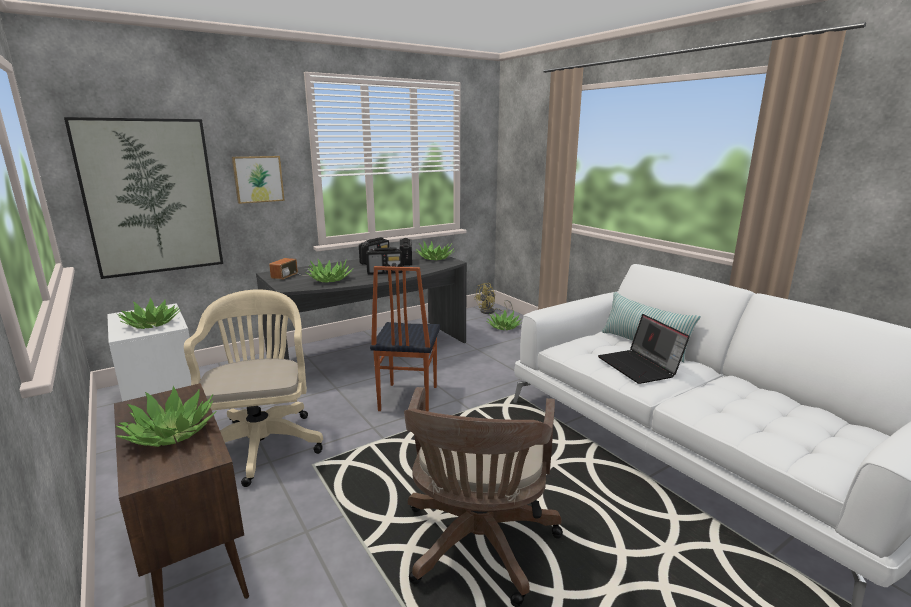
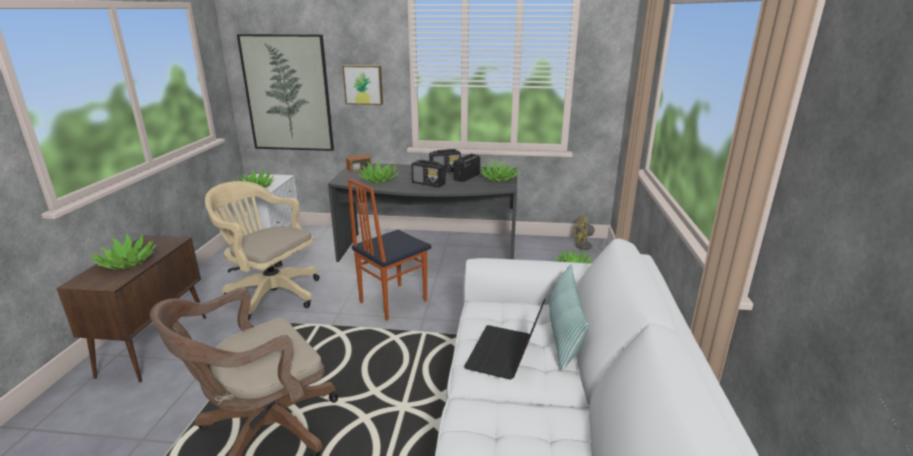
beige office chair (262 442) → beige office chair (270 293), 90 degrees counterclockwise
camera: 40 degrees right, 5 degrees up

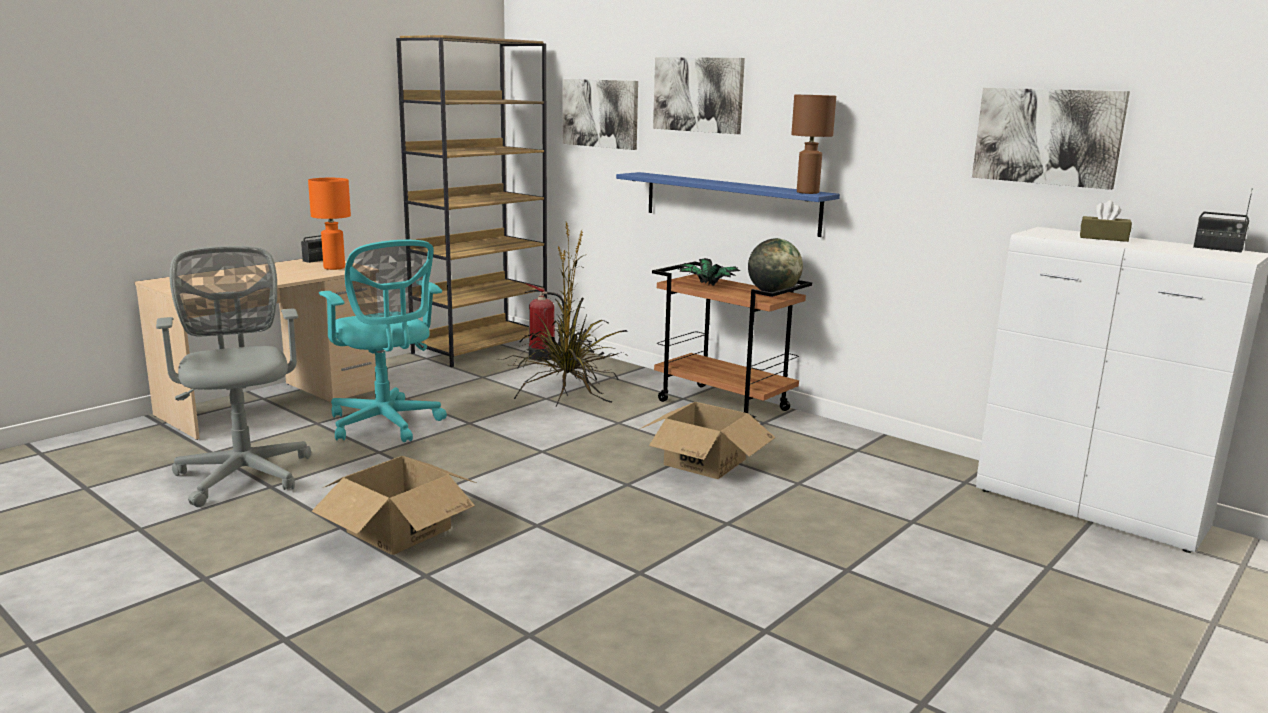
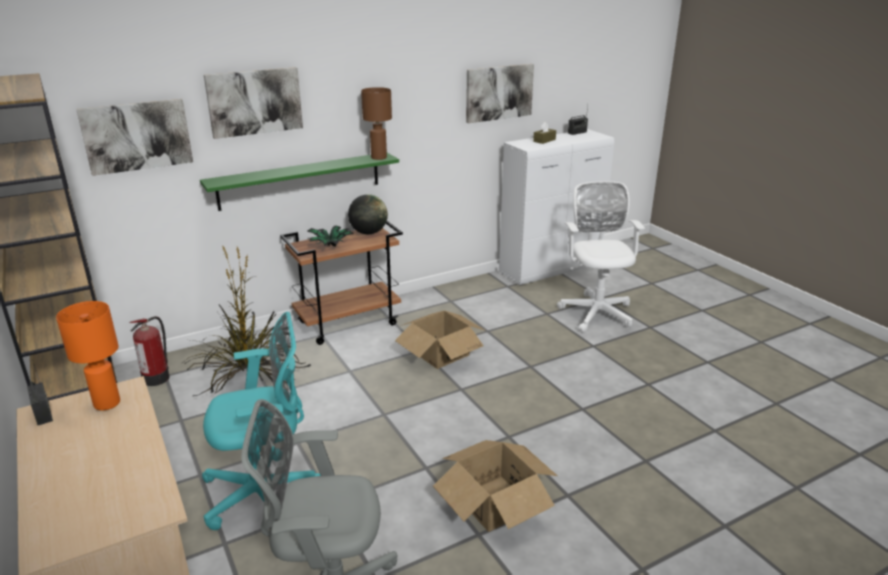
blue shelf (730 203) → green shelf (300 181)
- → white office chair (596 311)
camera: 70 degrees left, 10 degrees up

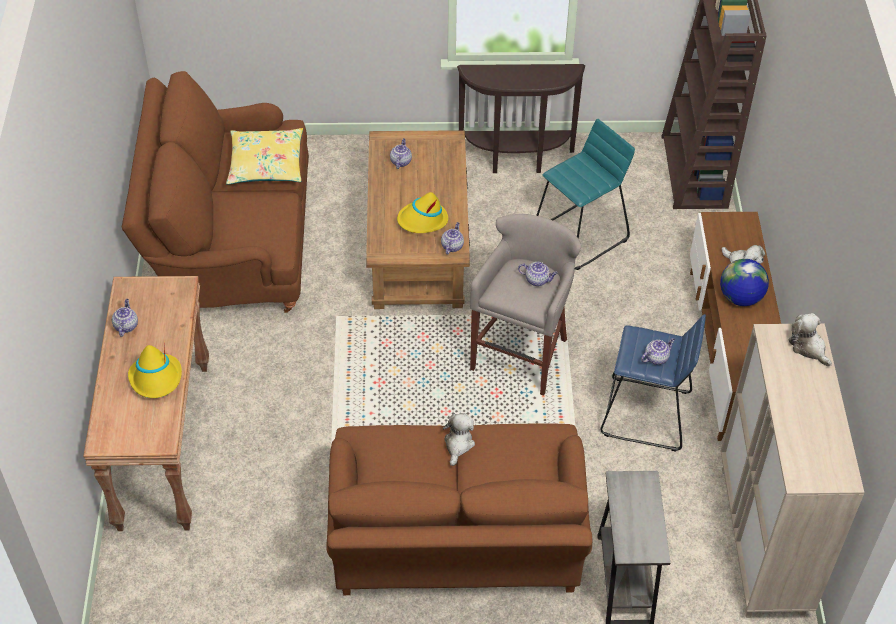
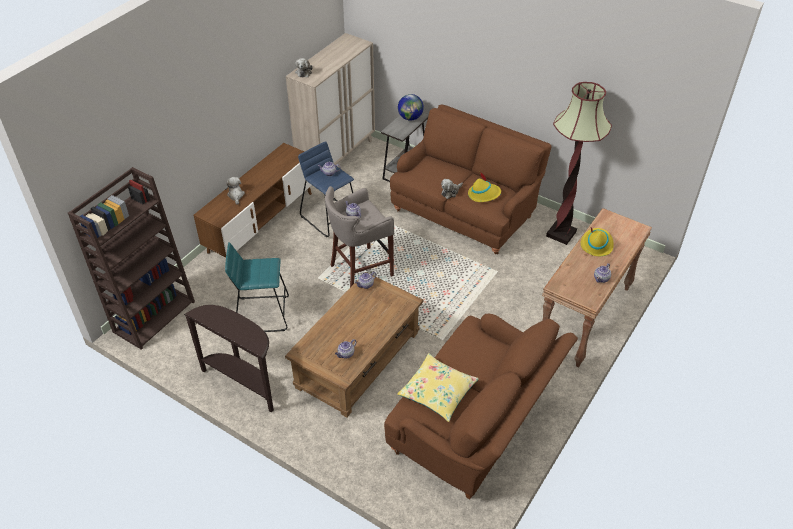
yellow hat (422 220) → yellow hat (484 194), relocated
globe (740 298) → globe (410 118), relocated
- → floor lamp (561 234)
camera: 145 degrees left, 5 degrees down

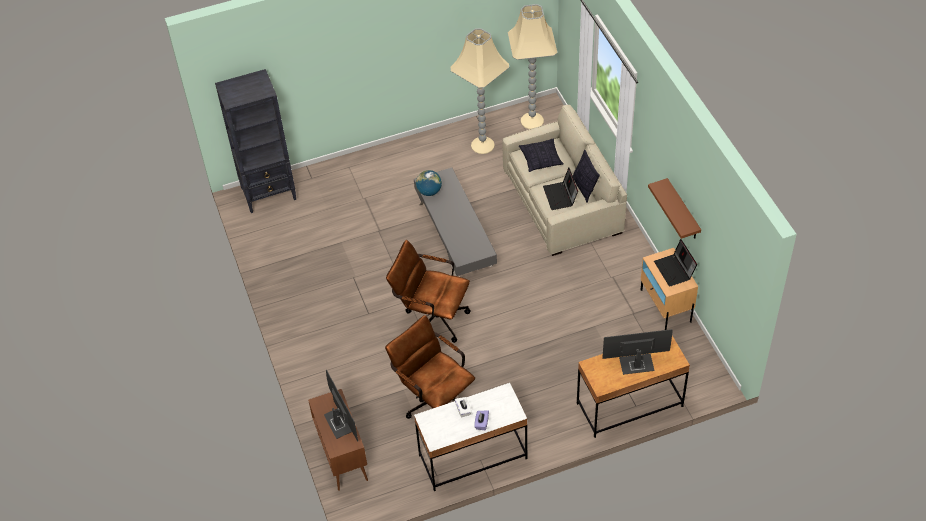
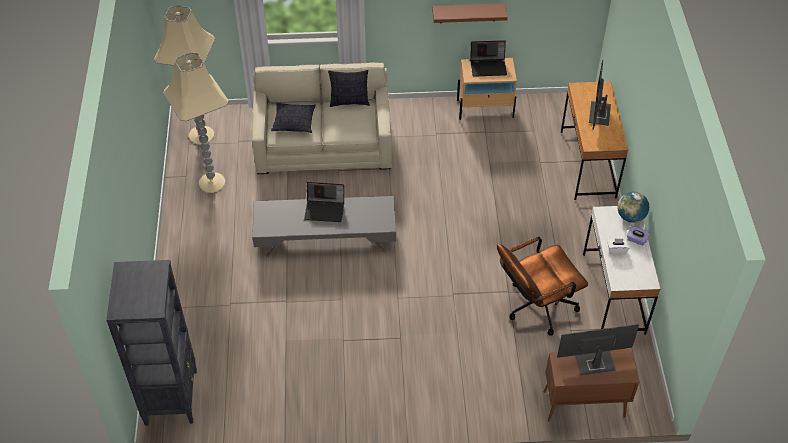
brown office chair (431 318) → -
globe (429 191) → globe (630 217), relocated
laptop (560 196) → laptop (325 209), relocated
camera: 75 degrees left, 0 degrees up

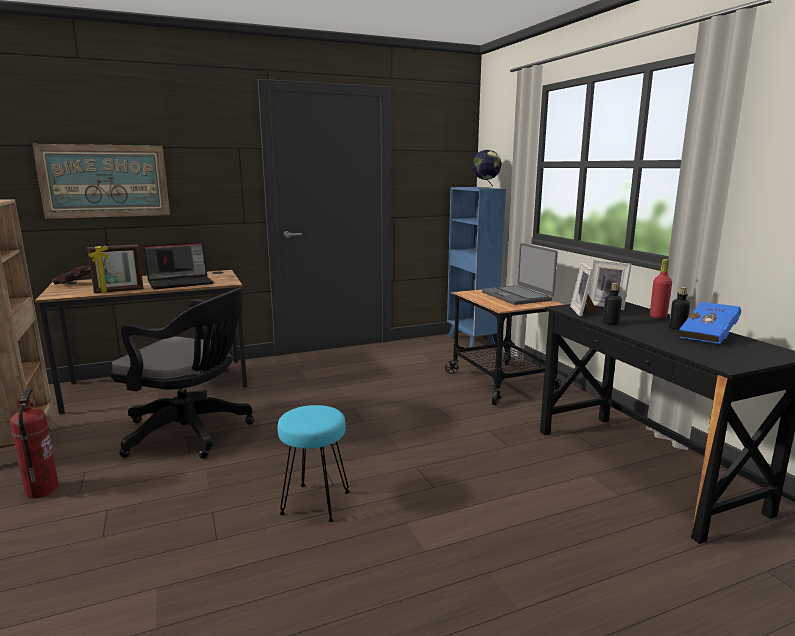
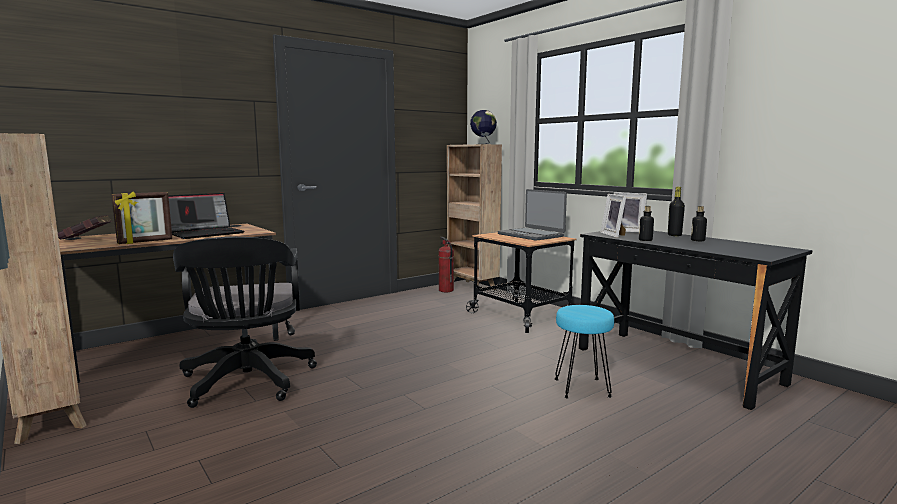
fire extinguisher (41 490) → fire extinguisher (445 290), relocated
picture (105 181) → -
black office chair (192 433) → black office chair (247 383), 75 degrees clockwise
turquoise stool (315 502) → turquoise stool (581 388), relocated
blue bookcase (471 341) → brown bookcase (472 287)
red bottle (658 317) → black bottle (674 235)
blue book (709 336) → -
camera: 15 degrees left, 5 degrees down

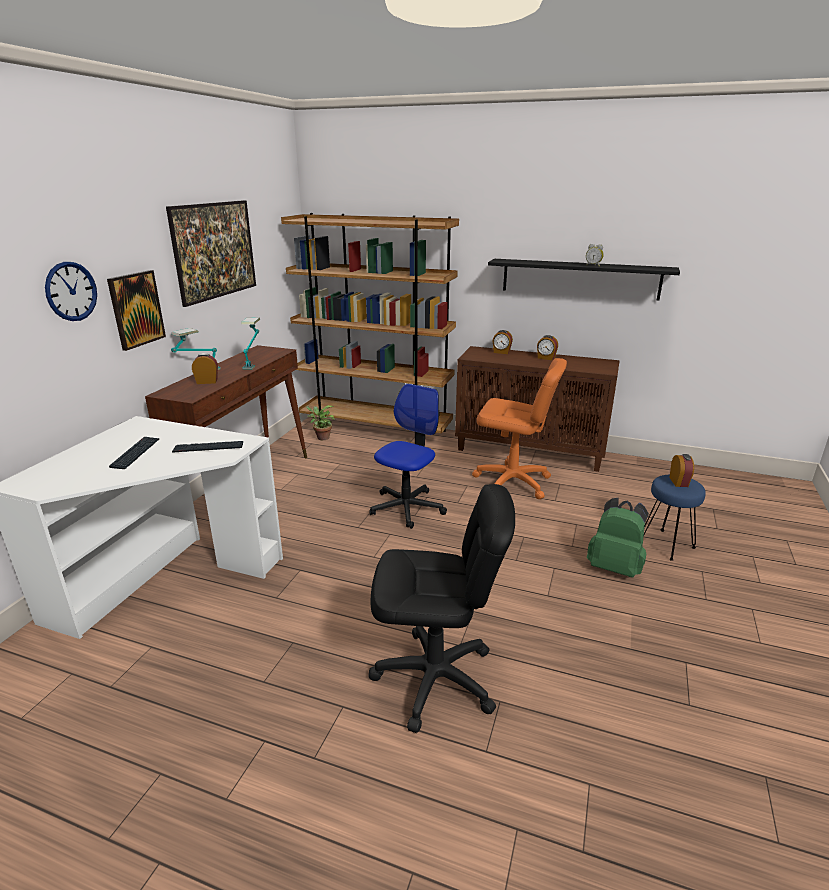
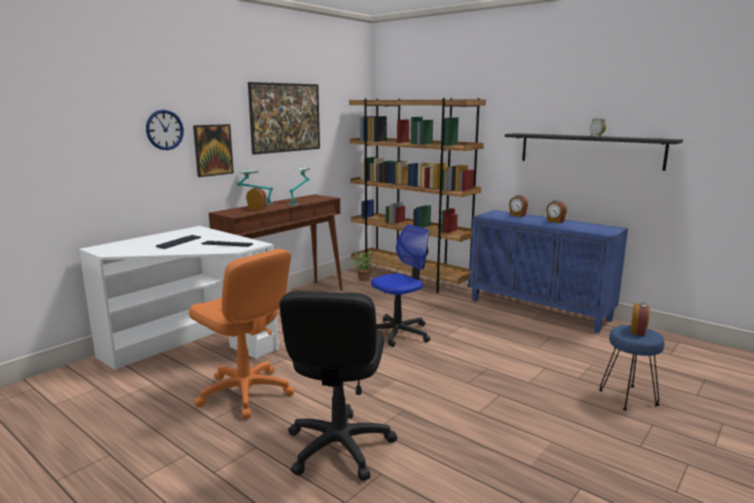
black office chair (435 679) → black office chair (338 447), 75 degrees clockwise
brown cabinet (530 451) → blue cabinet (540 310)
orange office chair (512 482) → orange office chair (245 393), relocated
green backpack (614 567) → -
camera: 20 degrees right, 10 degrees down

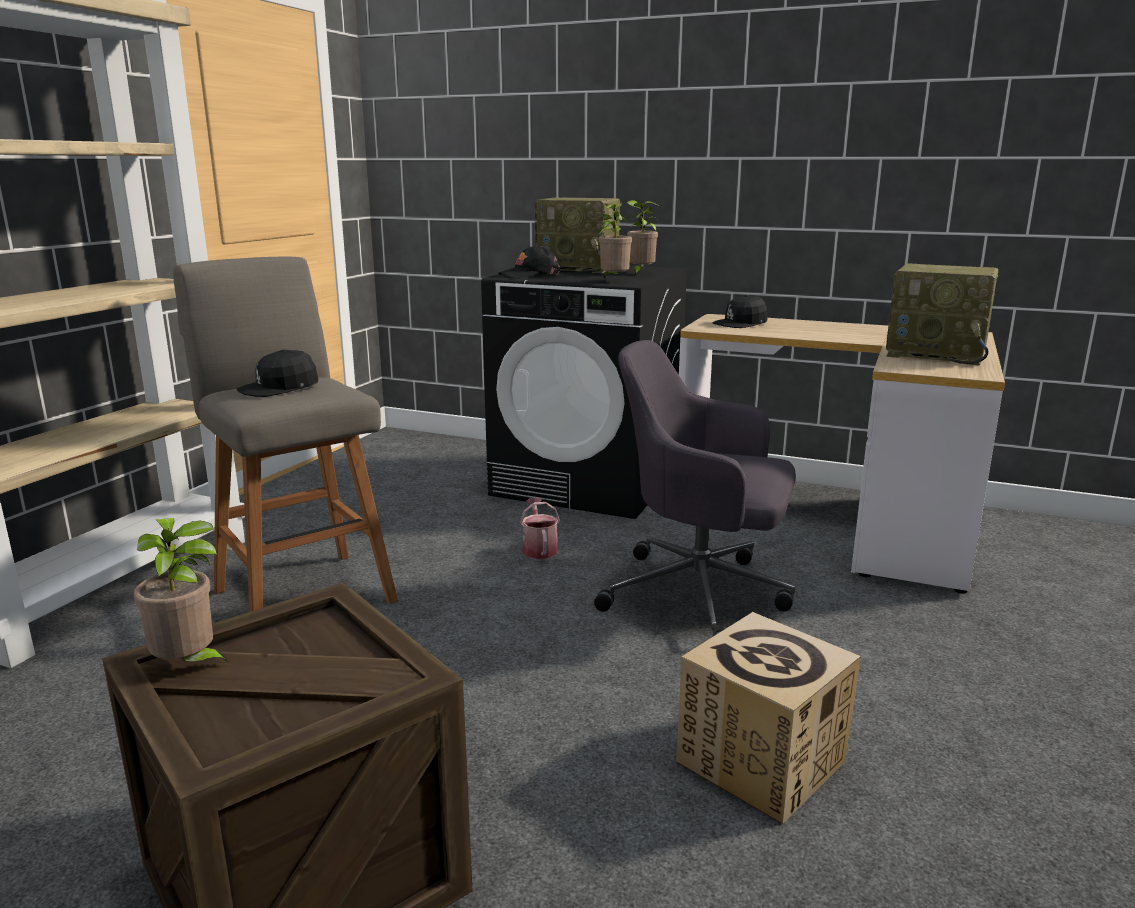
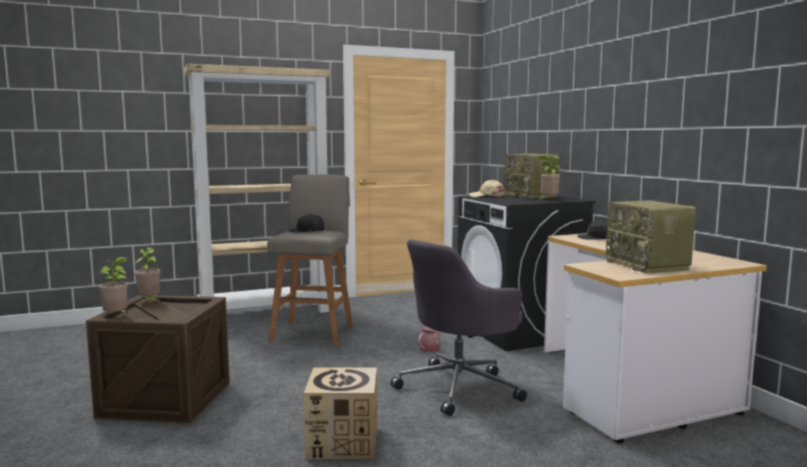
black cap (530 275) → beige cap (487 196)
grey office chair (701 596) → grey office chair (460 387), 105 degrees counterclockwise
potted plant (613 281) → potted plant (117 317), relocated
camera: 45 degrees right, 10 degrees down

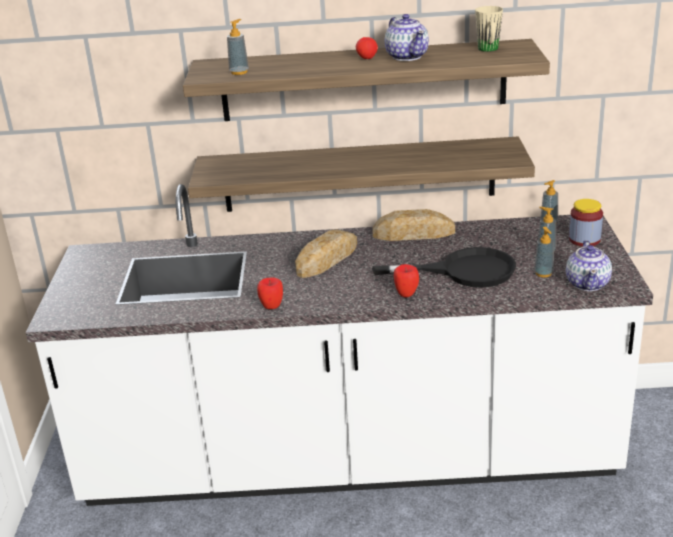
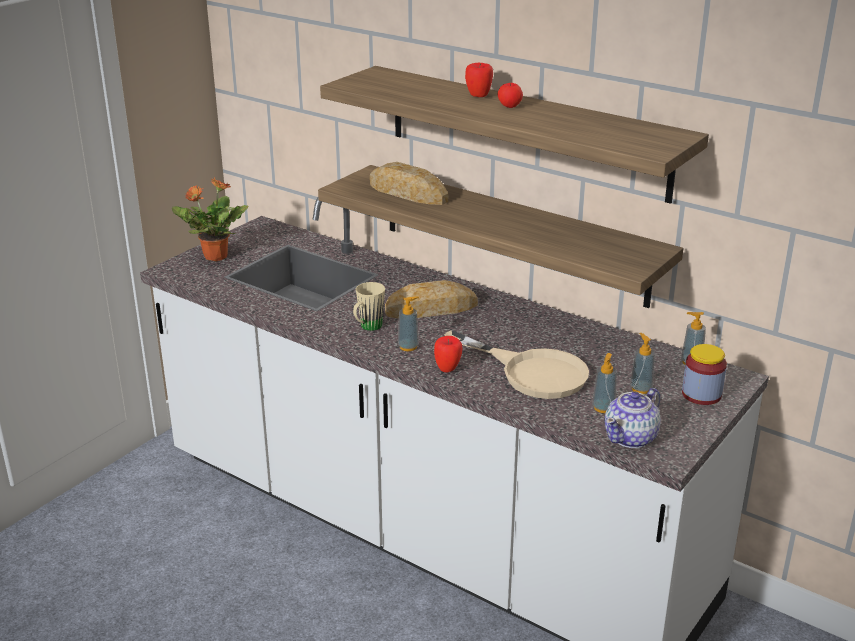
soap dispenser (239 72) → soap dispenser (408 347), relocated
apple (272 307) → apple (478 96), relocated
bread (413 234) → bread (407 192), relocated
black frying pan (464 271) → beige frying pan (531 372)
teapot (407 56) → -
beige mug (489 50) → beige mug (367 328), relocated
- → potted plant (214 256)
camera: 35 degrees right, 0 degrees up

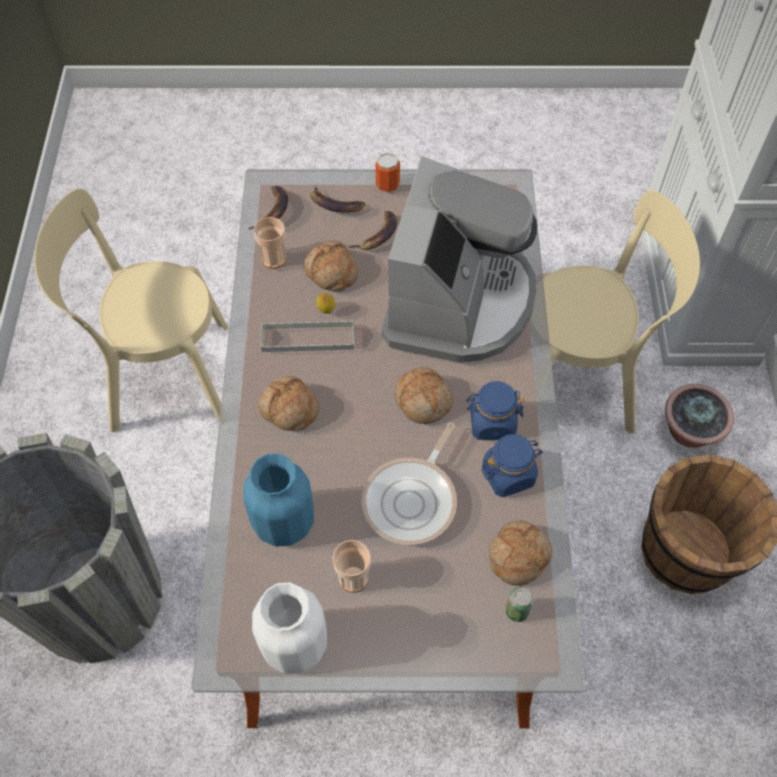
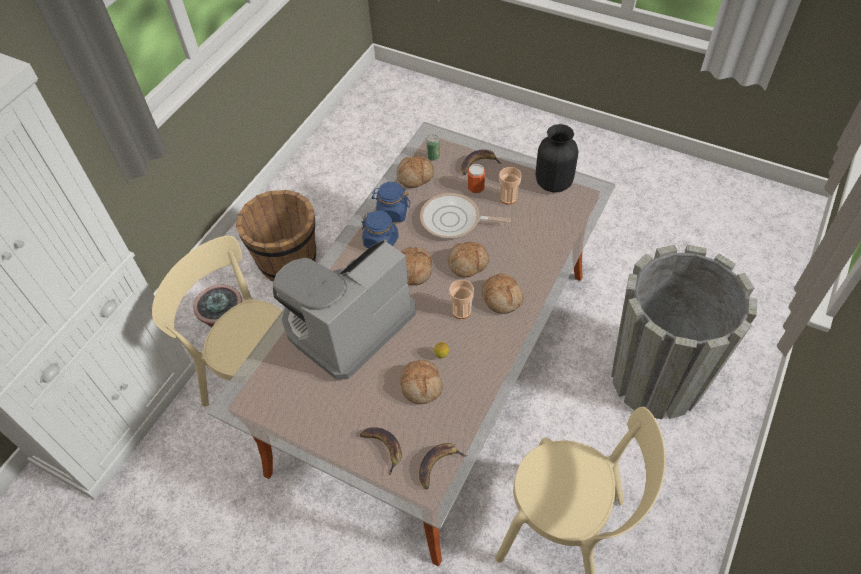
blue vase (283 521) → -
white vase (294 644) → black vase (554 182)
cup (273 259) → cup (461 311), relocated
grey tray (308 338) → -
banana (378 236) → banana (478 164), relocated
frying pan (413 499) → frying pan (454 221), 135 degrees counterclockwise
can (387 185) → can (476 188), relocated
- → bread (468 264)
camera: 150 degrees left, 5 degrees down

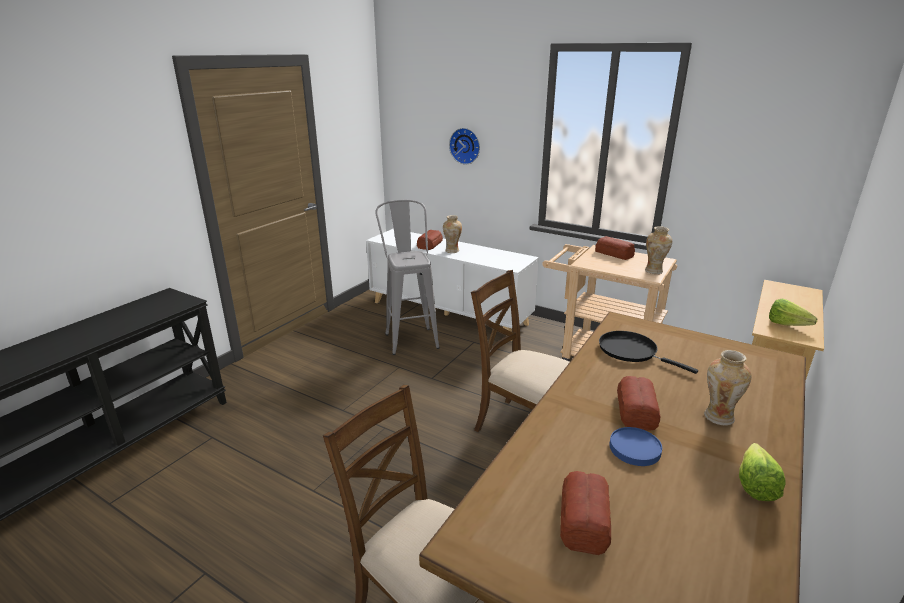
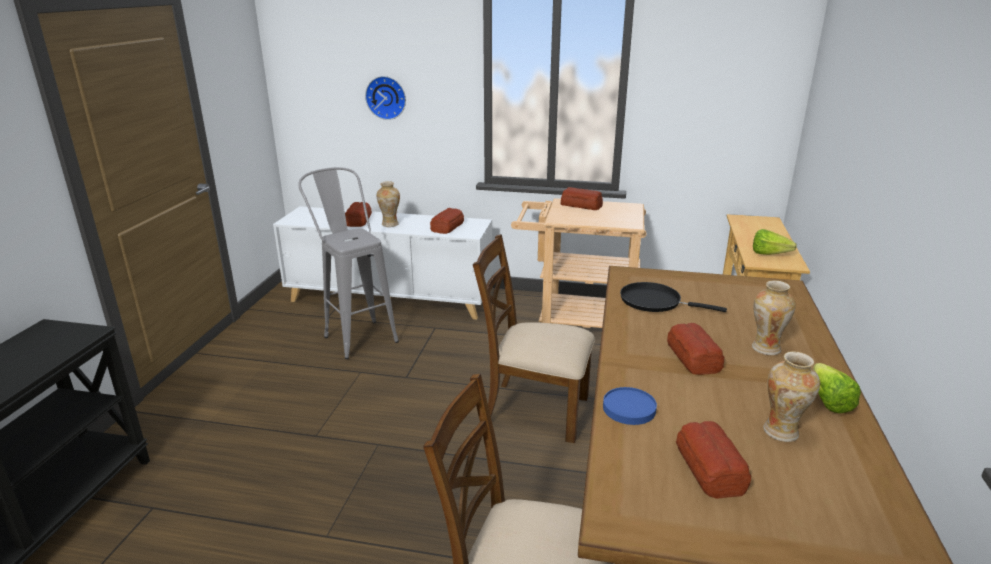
blue plate (635 449) → blue plate (629 408), relocated
vase (654 271) → vase (781 432), relocated
- → bread (447 227)
camera: 20 degrees left, 0 degrees up

